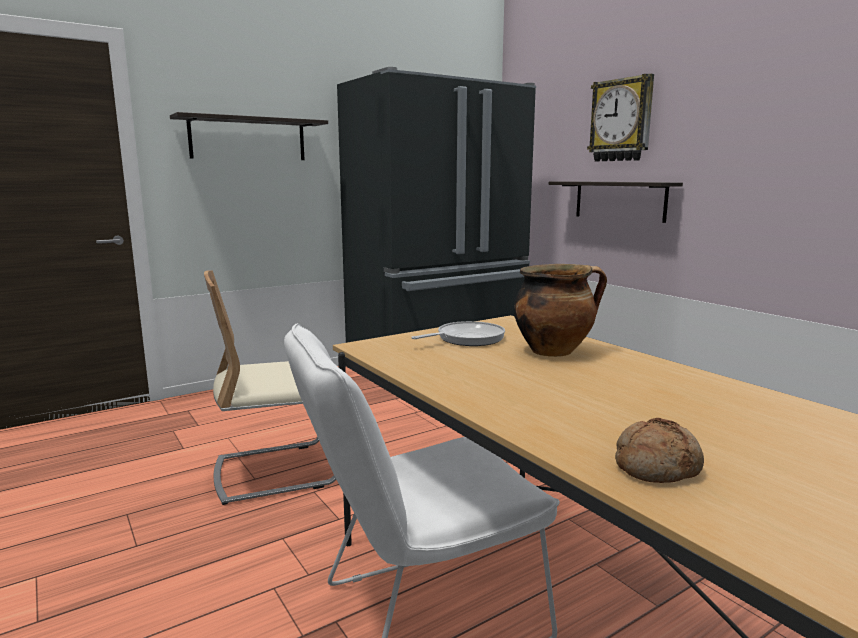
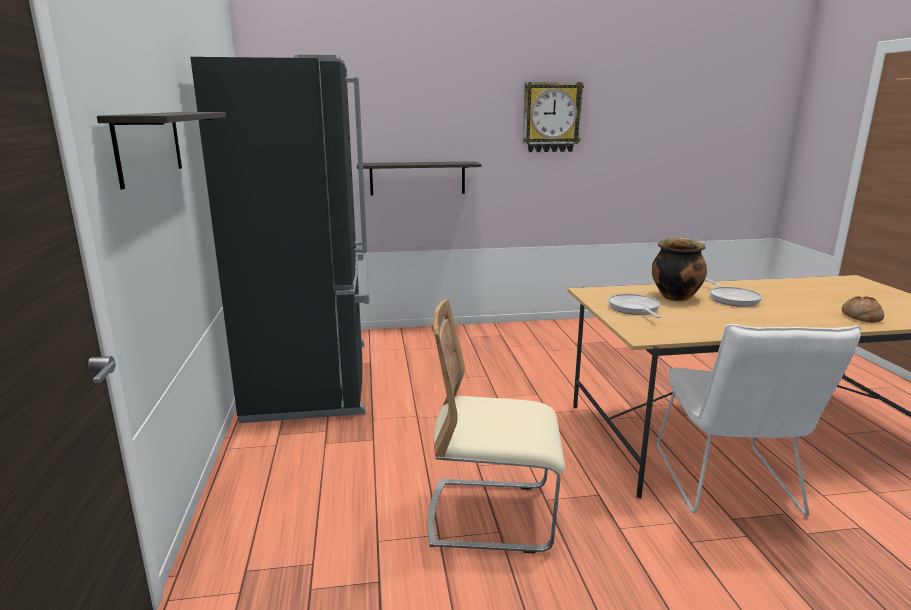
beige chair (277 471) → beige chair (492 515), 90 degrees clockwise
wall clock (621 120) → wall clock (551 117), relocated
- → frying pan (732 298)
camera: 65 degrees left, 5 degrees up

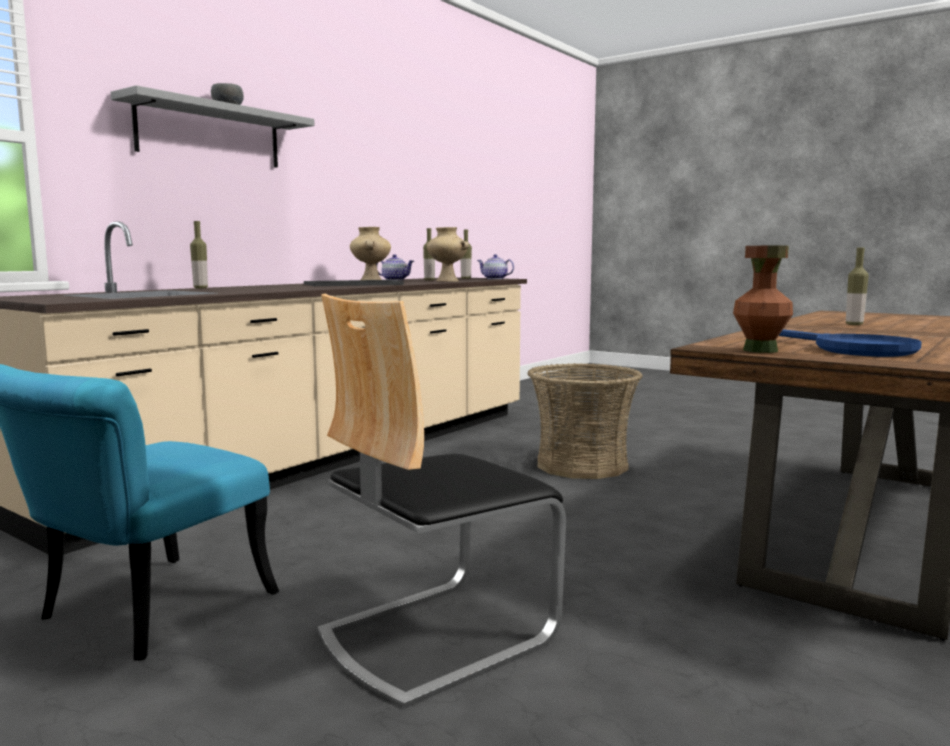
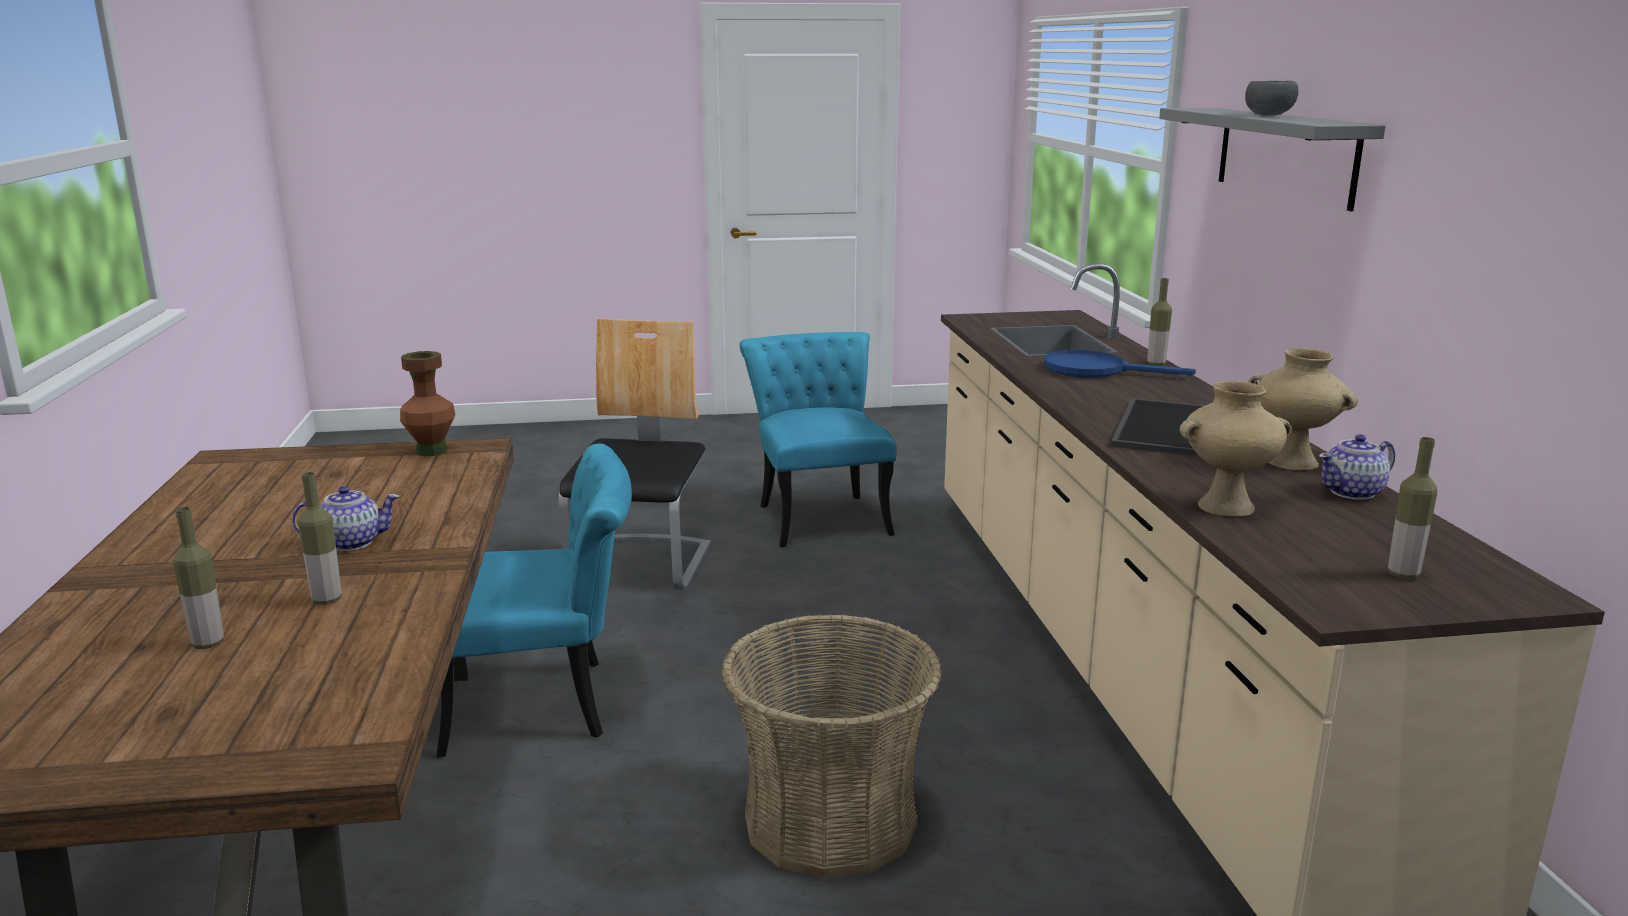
bottle (429 280) → bottle (208 644), relocated
teapot (495 279) → teapot (350 542), relocated
blue frying pan (852 349) → blue frying pan (1096 370), relocated
- → turquoise chair (546 703)
camera: 135 degrees right, 10 degrees up

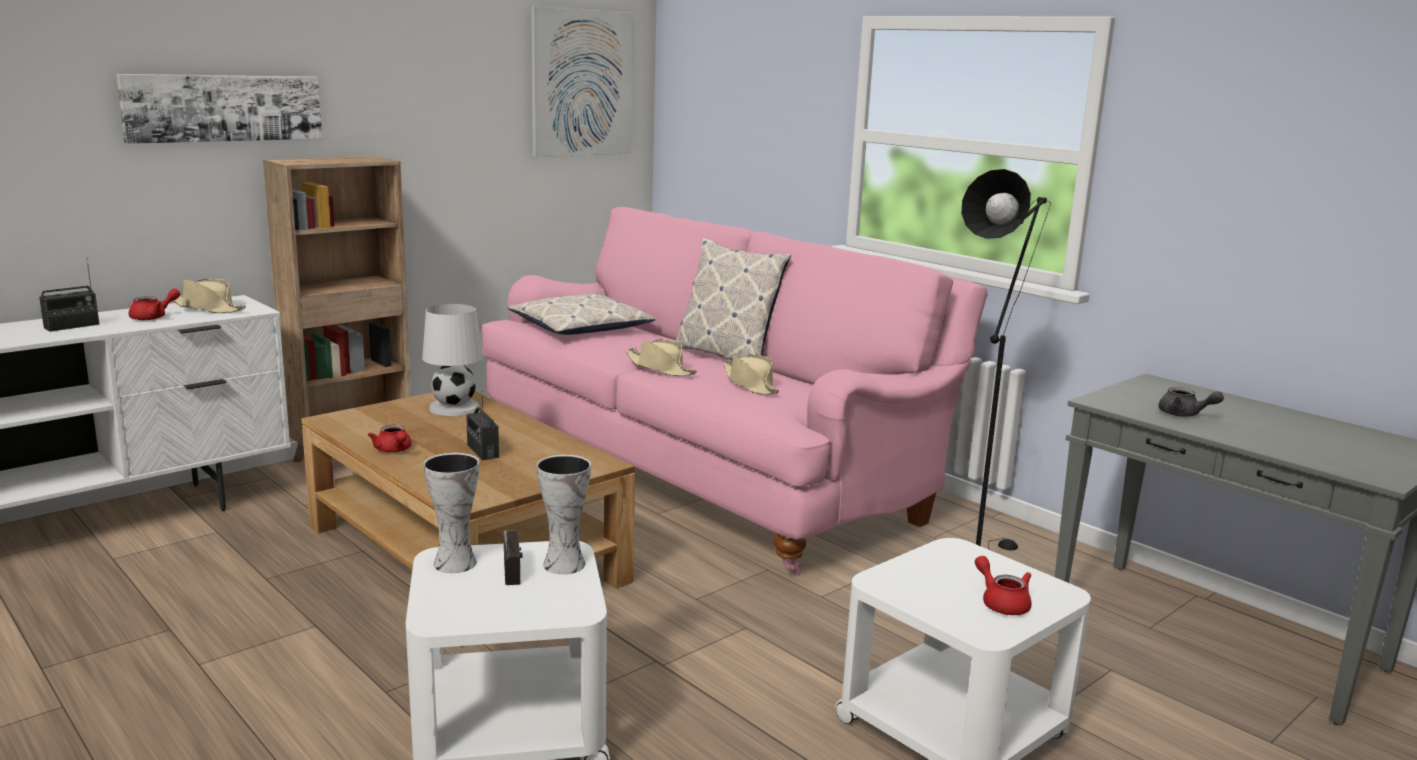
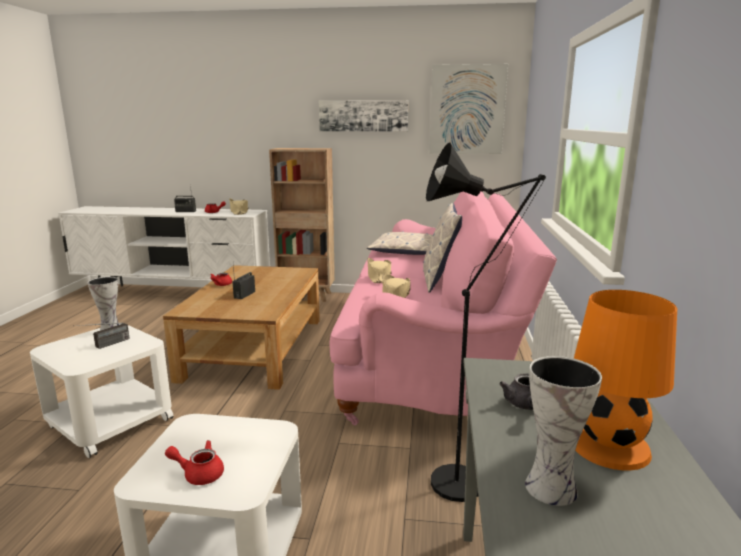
picture (223 108) → picture (363 116), relocated
white table lamp (453 407) → -
vase (562 564) → vase (550 486), relocated
red teapot (1001 603) → red teapot (199 474), 105 degrees counterclockwise
- → orange table lamp (609 445)
camera: 50 degrees right, 0 degrees up

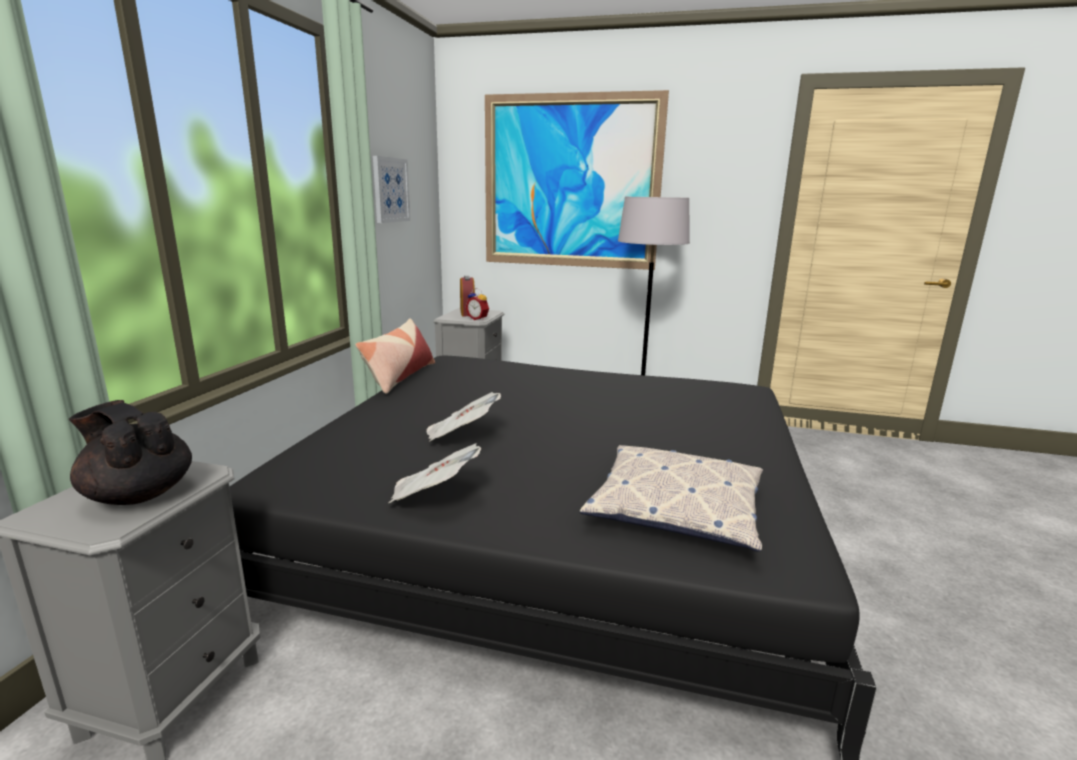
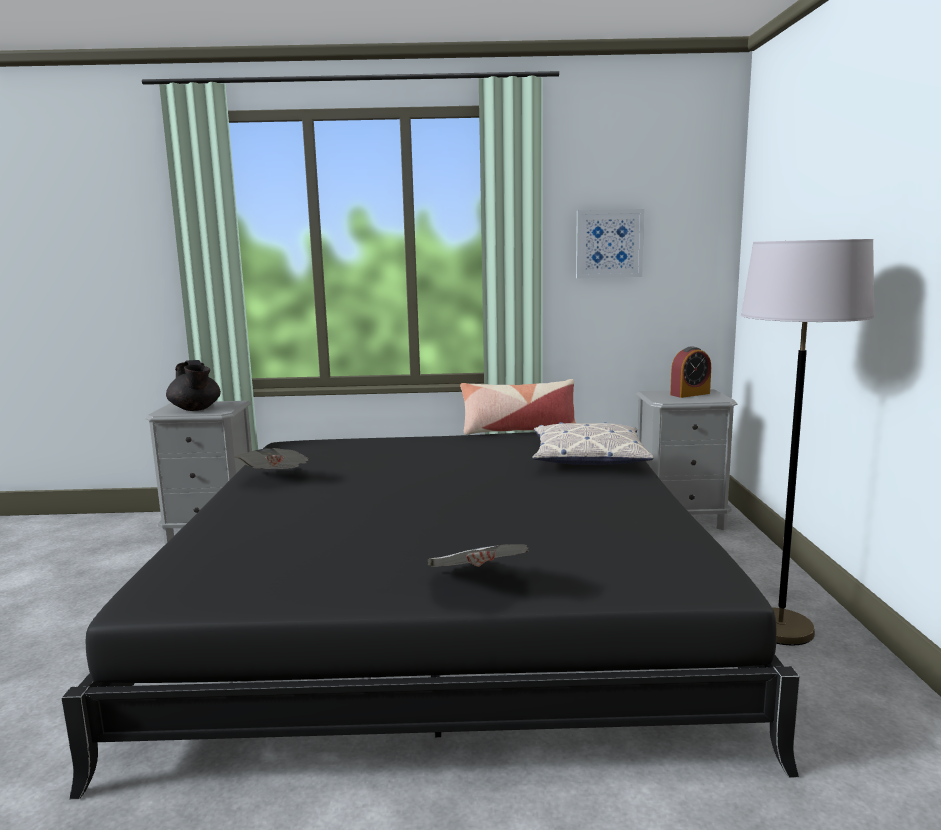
black teapot (138 494) → black teapot (195 409), 135 degrees clockwise
newspaper (461 435) → newspaper (477 583), relocated
alarm clock (478 319) → -
picture (570 182) → -
pillow (676 508) → pillow (588 457), relocated
camera: 75 degrees right, 5 degrees down

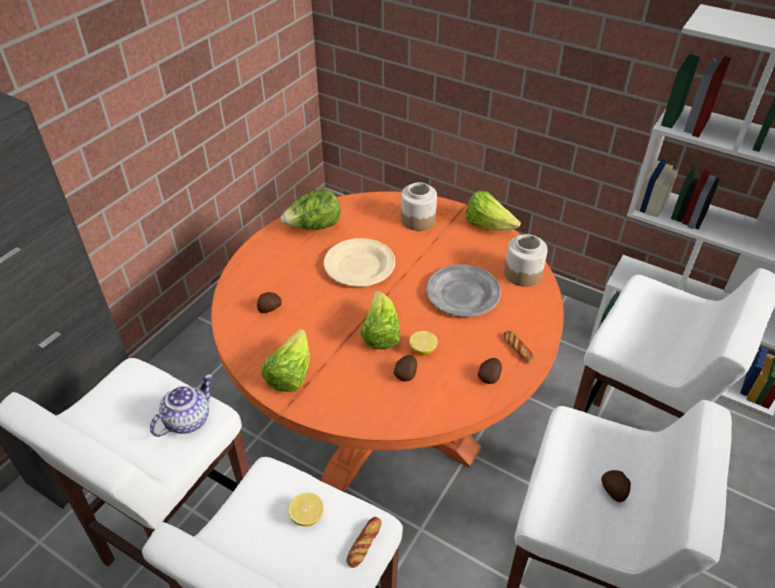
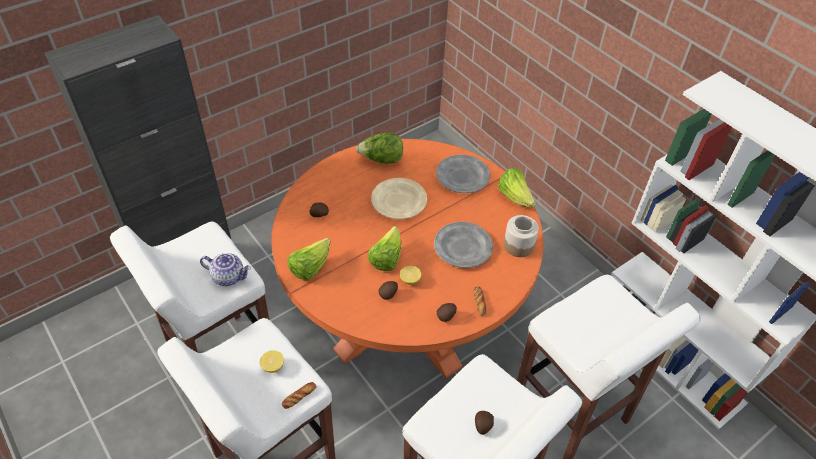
teapot (187 419) → teapot (229 276), 45 degrees clockwise
jar (418 219) → grey plate (463 176)
camera: 20 degrees right, 5 degrees up

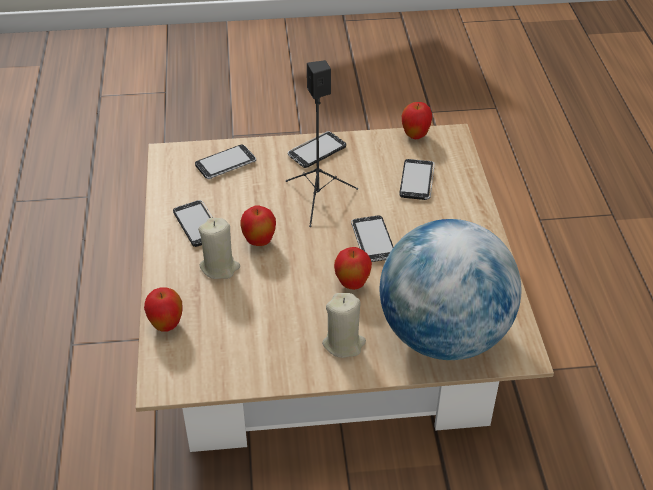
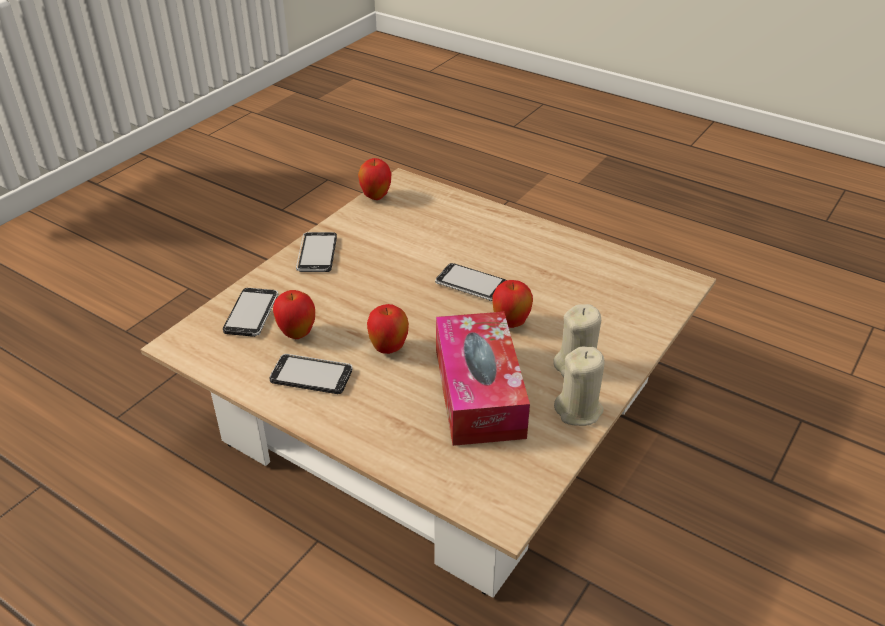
apple (166 325) → apple (297 334), relocated
beige candle (220 267) → beige candle (578 410), relocated
black speaker (318 199) → -
globe (443 335) → -
phone (417 181) → -
- → tissue box (478 392)
camera: 50 degrees left, 5 degrees down

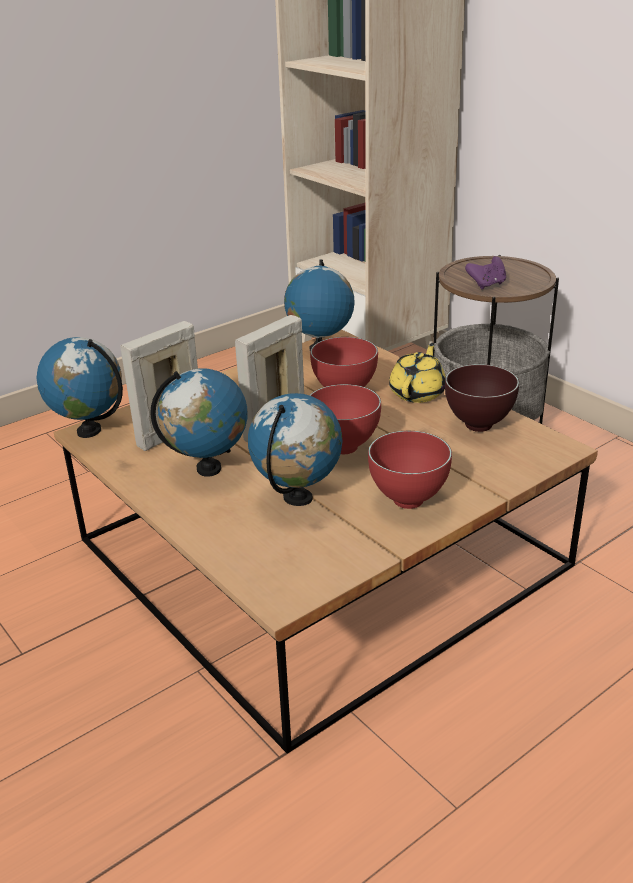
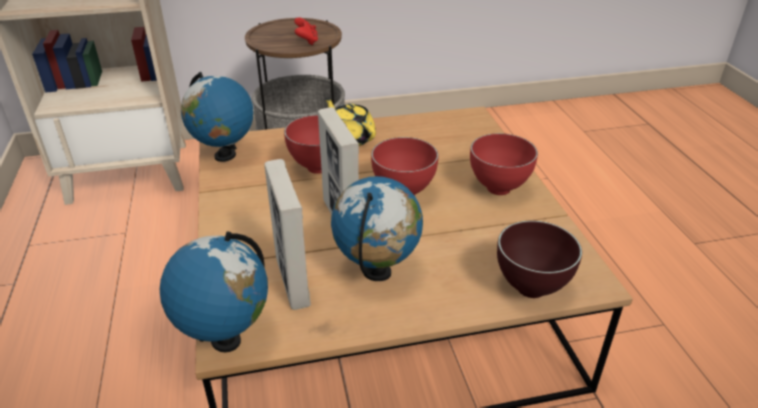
globe (298 498) → -
brown bowl (477 427) → brown bowl (532 290), relocated
purple game controller (487 285) → red game controller (306 41)
camera: 65 degrees left, 5 degrees up

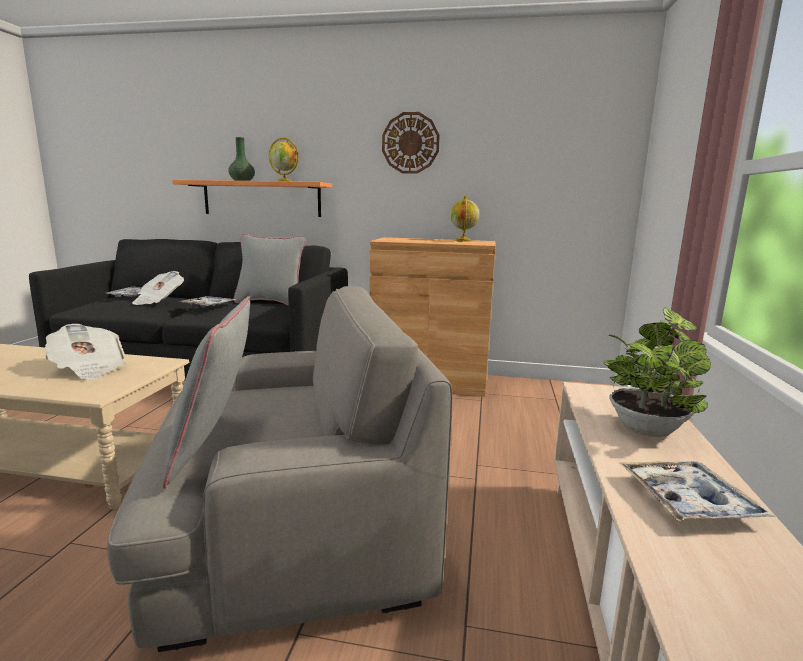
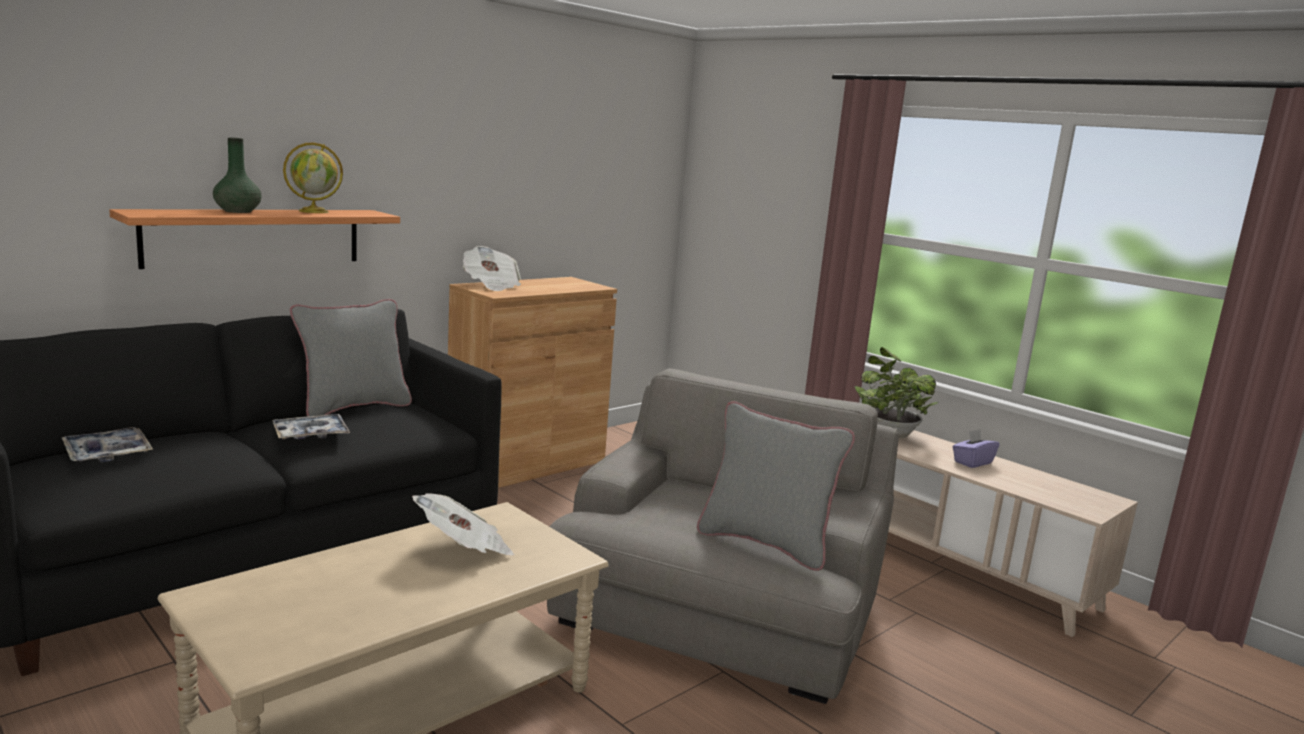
newspaper (158 301) → newspaper (491 285), relocated
wall clock (410 143) → -
globe (463 240) → -
tray (688 501) → purple tissue box (972 462)
camera: 55 degrees left, 0 degrees up

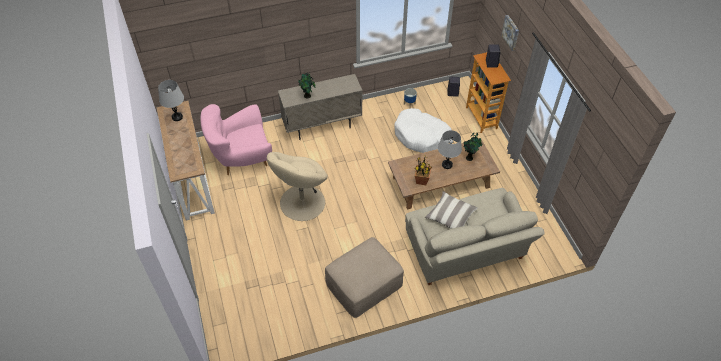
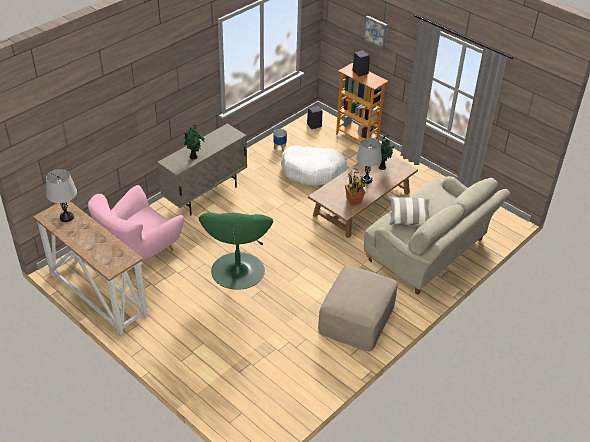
beige armchair (301 203) → green armchair (237 271)
camera: 30 degrees left, 10 degrees down

